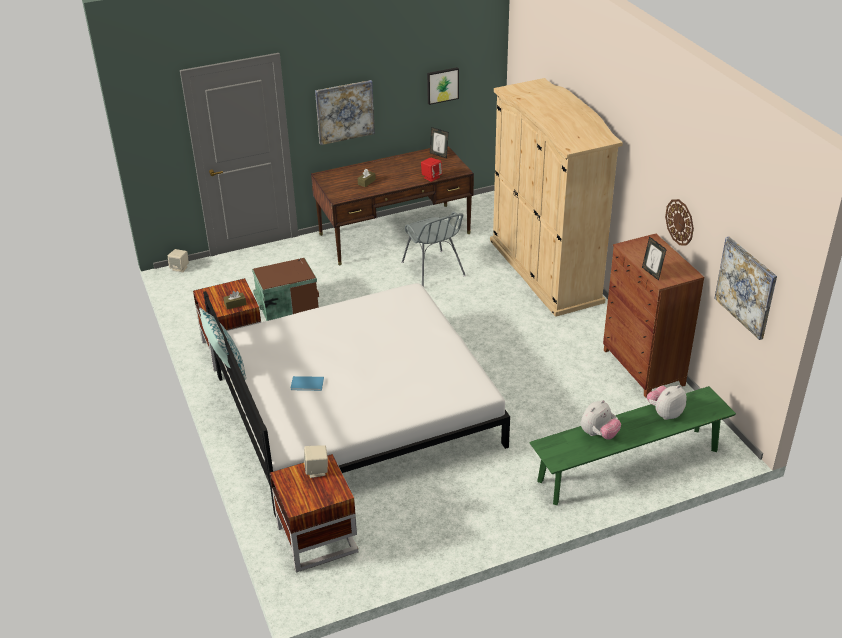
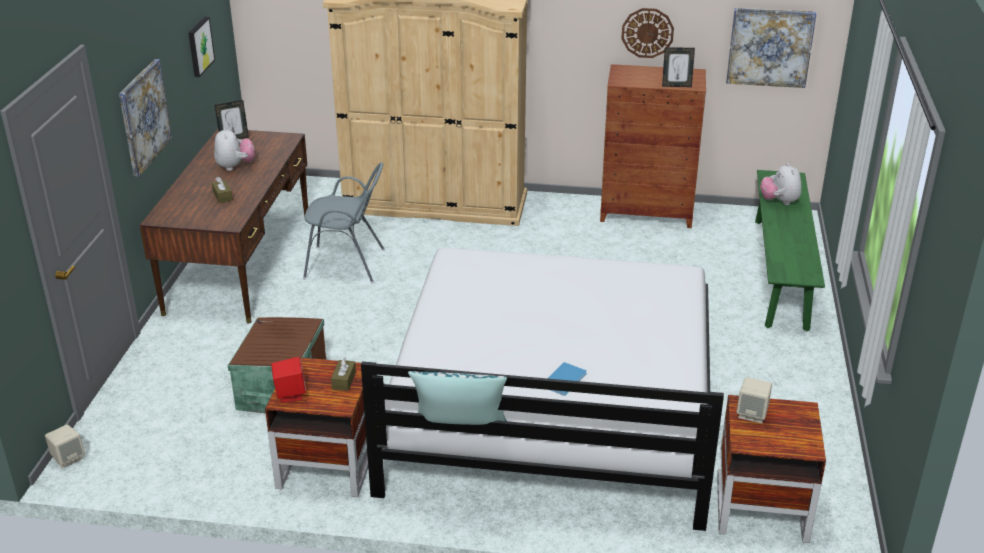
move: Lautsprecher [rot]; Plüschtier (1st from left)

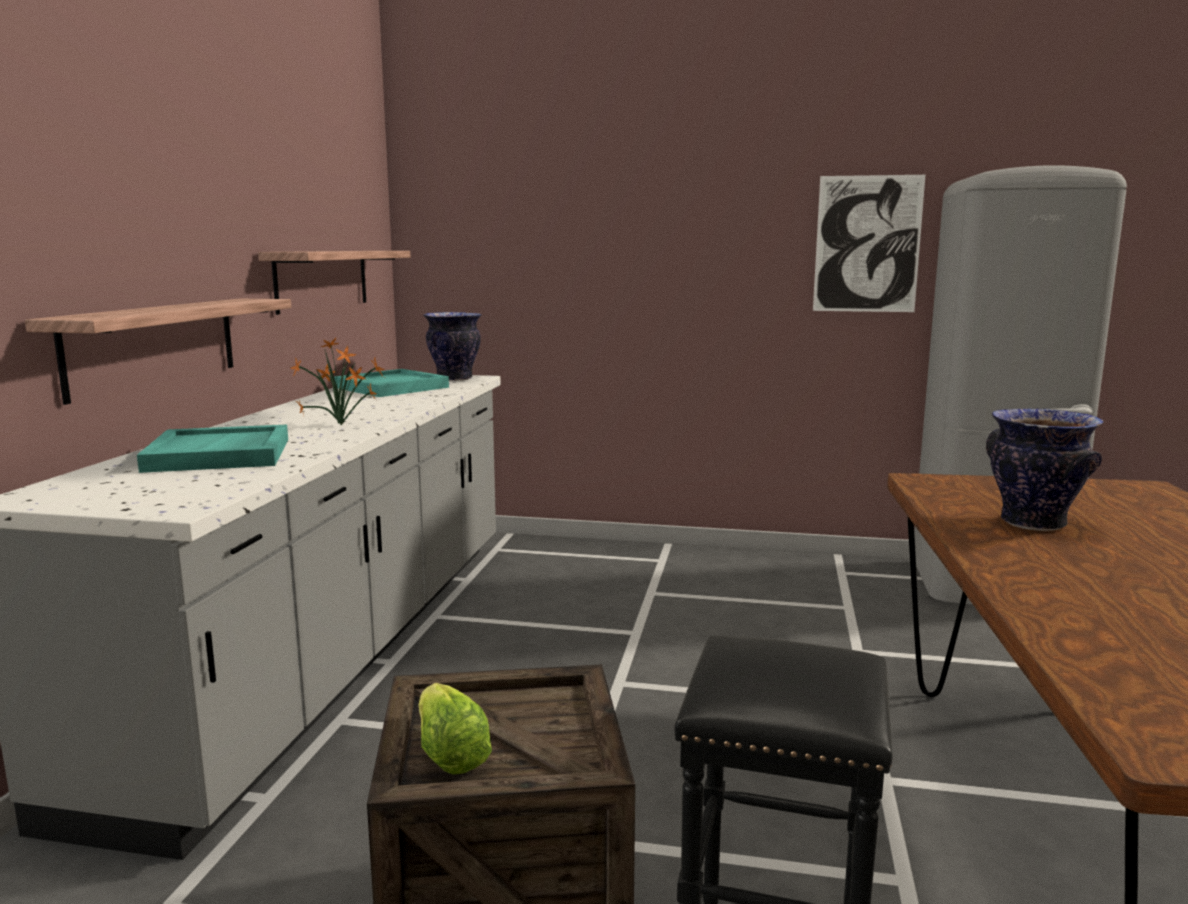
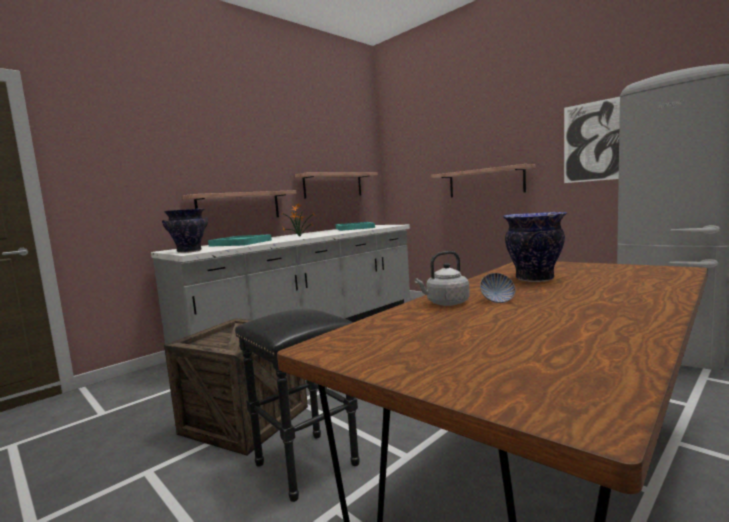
delete: Salatkopf
insert: Wasserkessel [grau]; Wandregal (3rd from left); Schüssel
move: Vase (1st from left)

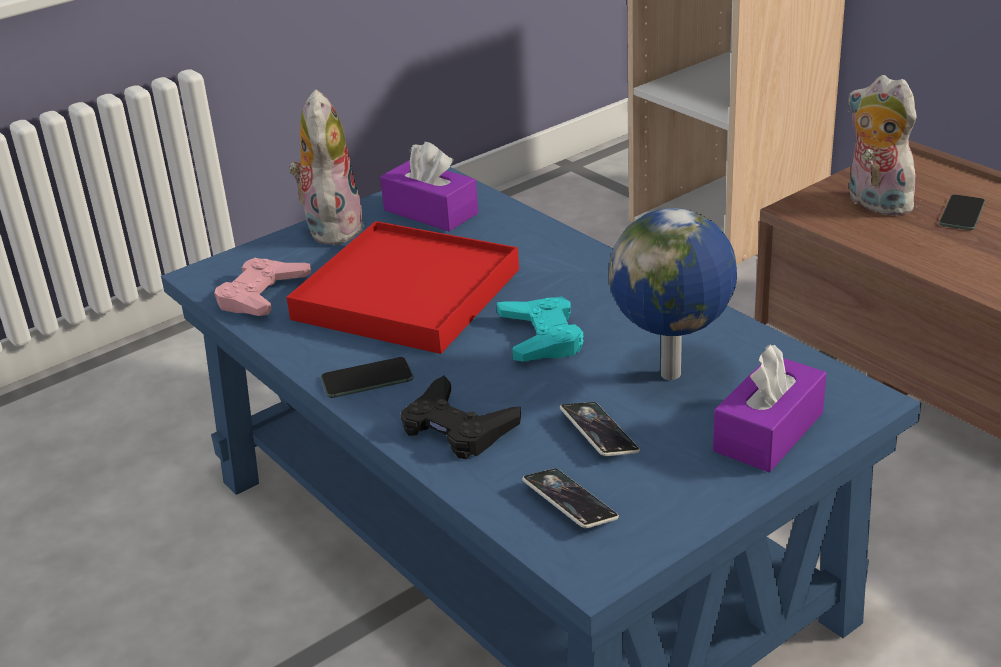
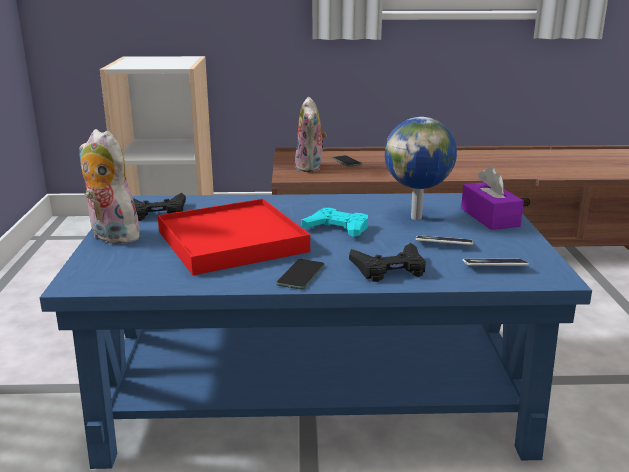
delete: Gamepad [rosa]
replace: Taschentuchbox [lila] (1st from left) to Gamepad [schwarz] (1st from left)
rotate: Plüschtier (2nd from left) 90 degrees counterclockwise

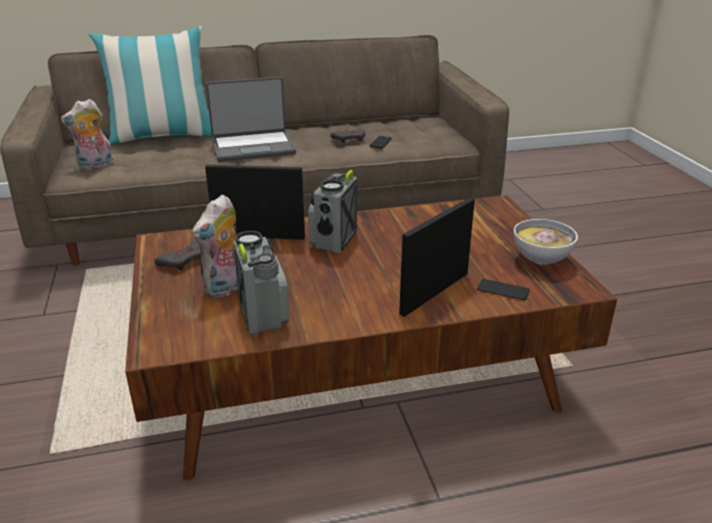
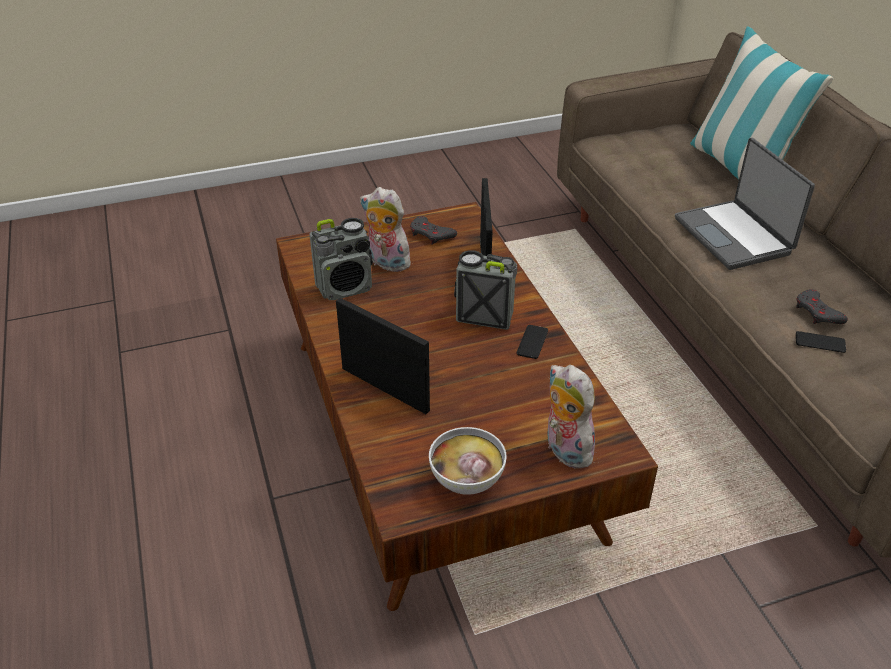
move: Plüschtier (1st from left in the first image) to Plüschtier (2nd from left); Handy (2nd from left in the first image) to Handy (1st from left)

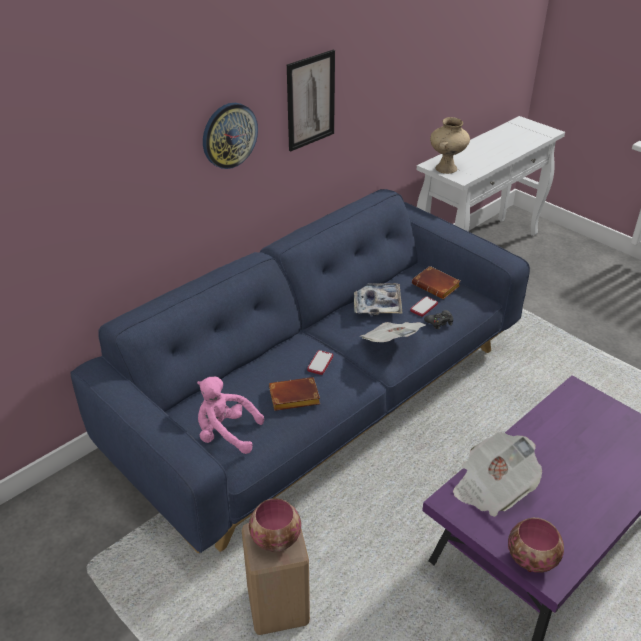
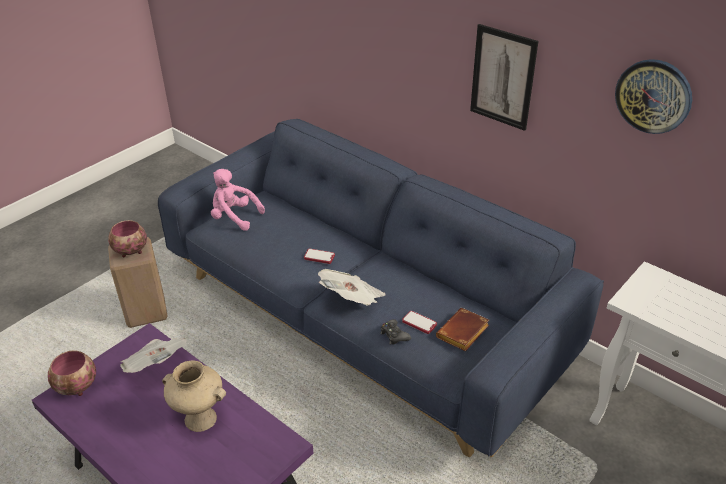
delete: Buch [braun] (1st from left); Tablett
move: Wanduhr; Vase [beige]
rotate: Plüschtier [rosa] 75 degrees counterclockwise

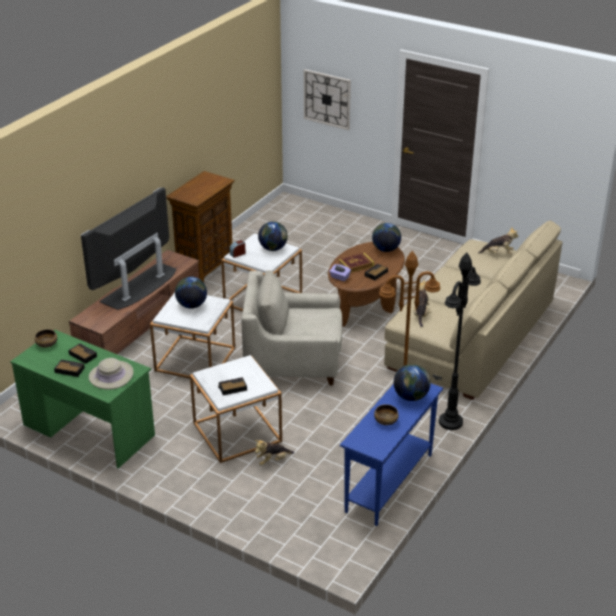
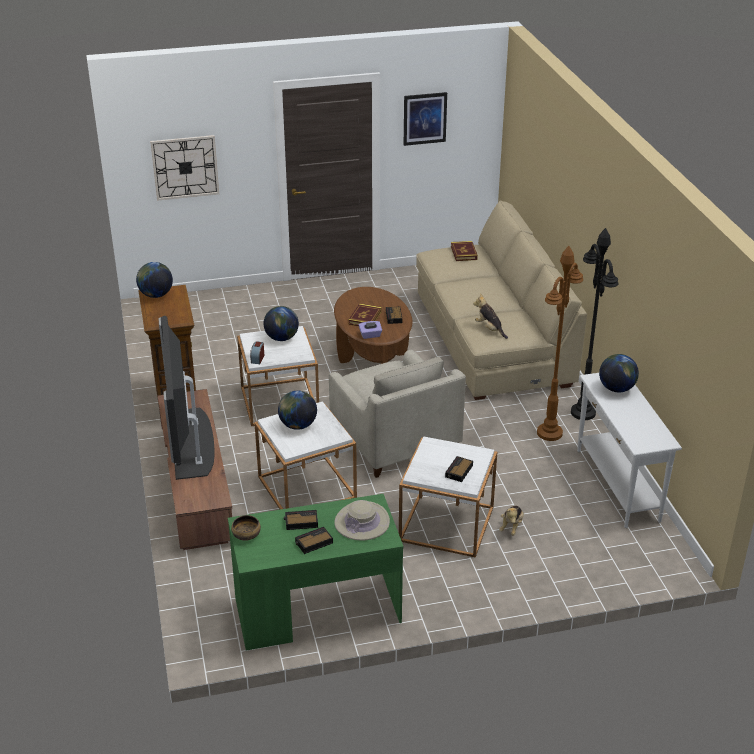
delete: Schüssel (2nd from left)
insert: Bild
move: Globus (3rd from left in the first image) to Globus (1st from left)
replace: Plüschtier (3rd from left) to Buch (2nd from left)
recolor: Konsolentisch [blau] to Konsolentisch [weiß]
rotate: Sessel [beige] 75 degrees counterclockwise

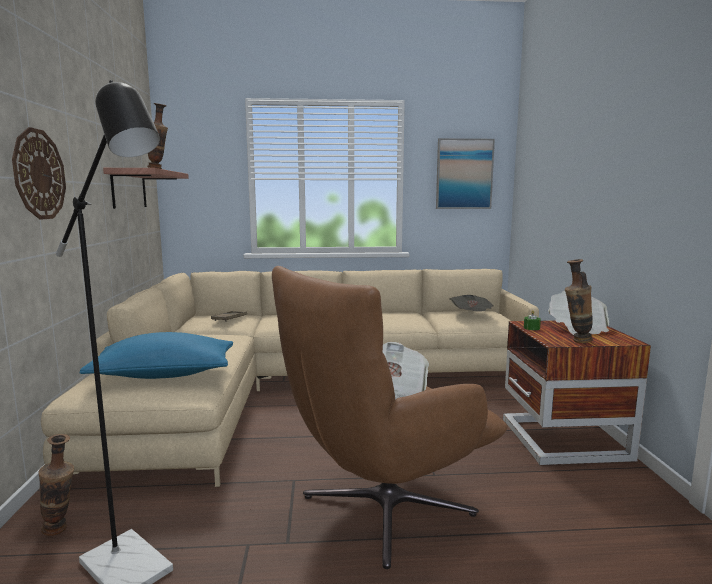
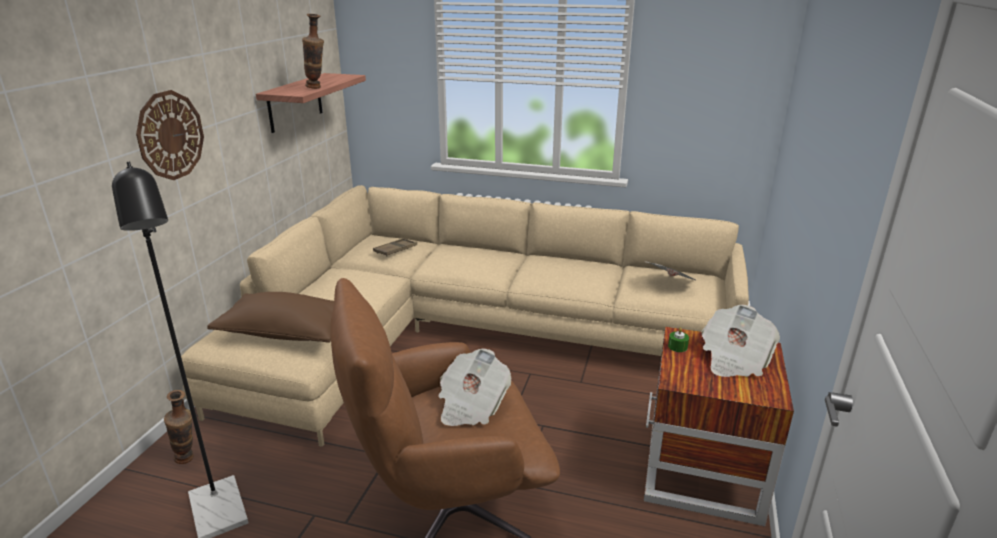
delete: Bild; Vase (3rd from left)
recolor: Kissen [blau] to Kissen [braun]

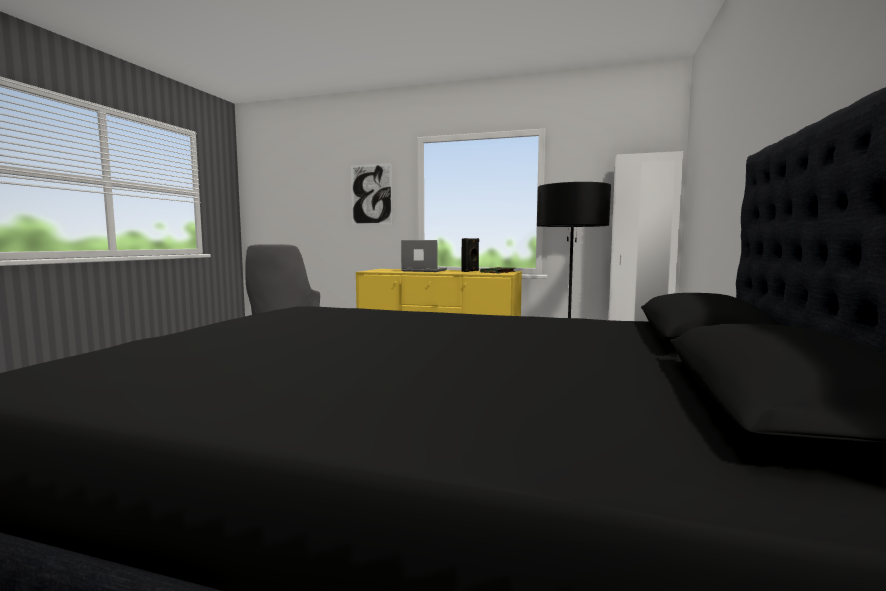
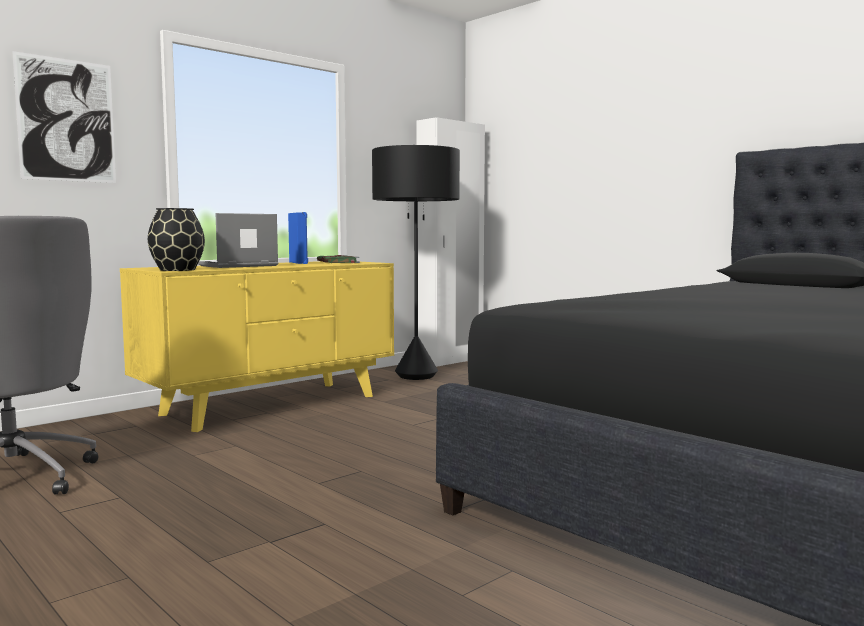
insert: Vase [schwarz]
recolor: Lautsprecher [schwarz] to Lautsprecher [blau]

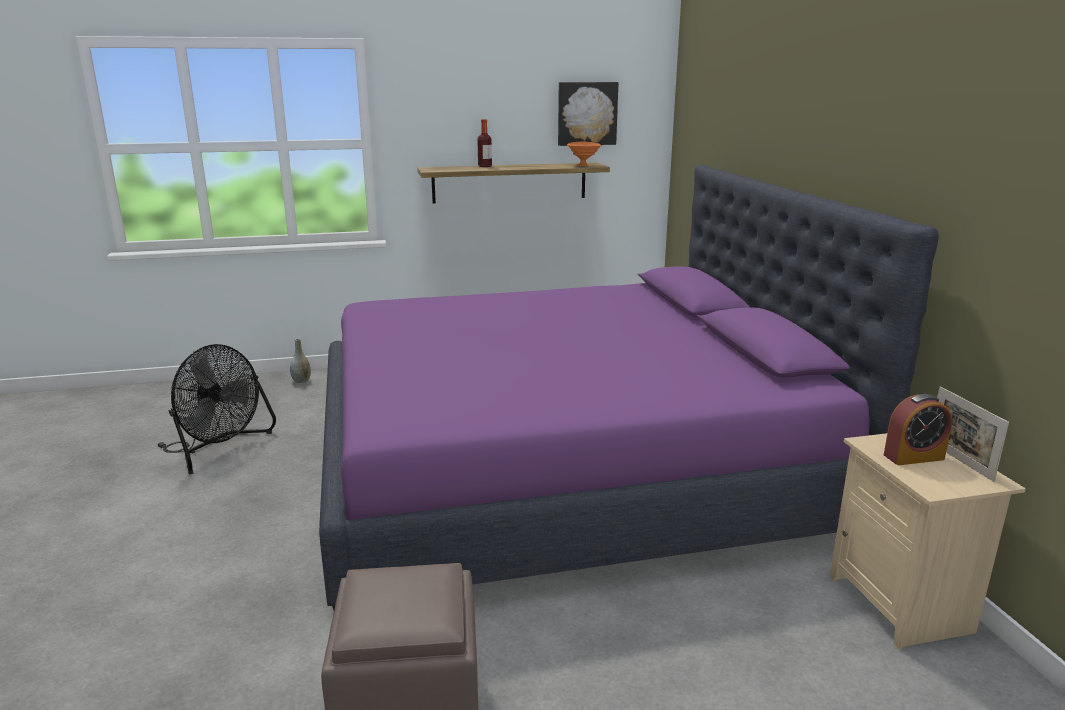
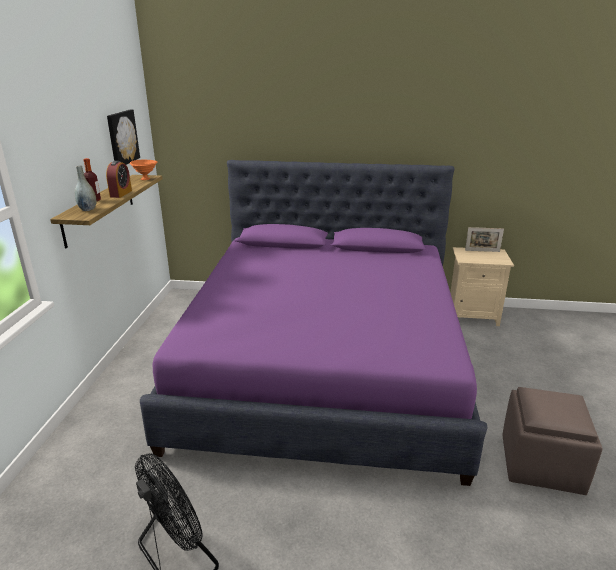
move: Vase [grau]; Wecker

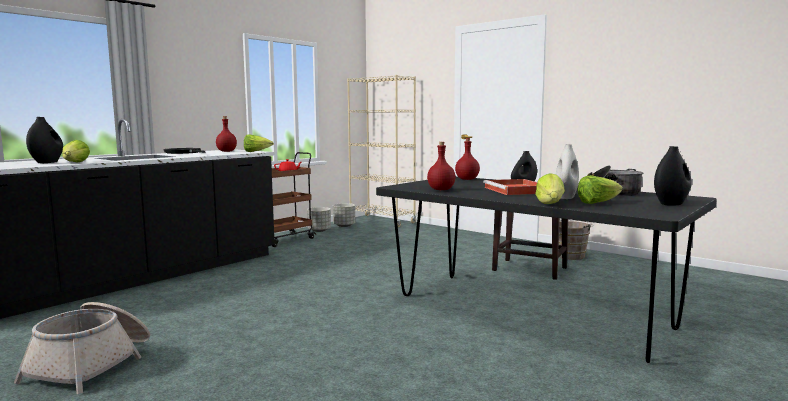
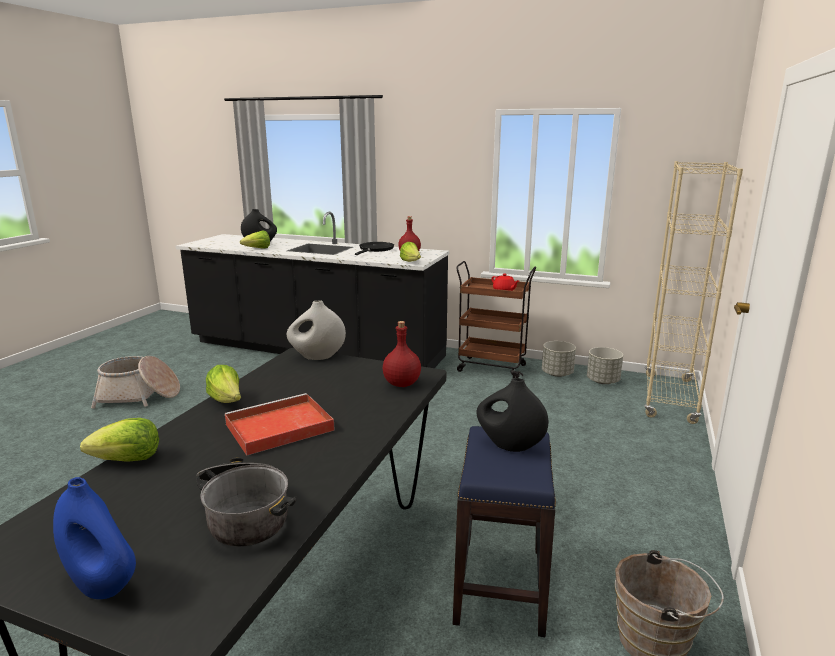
delete: Flasche [rot] (2nd from left)
move: Vase [weiß]; Salatkopf (4th from left in the first image) to Salatkopf (2nd from left)
recolor: Vase [schwarz] (3rd from left) to Vase [blau]

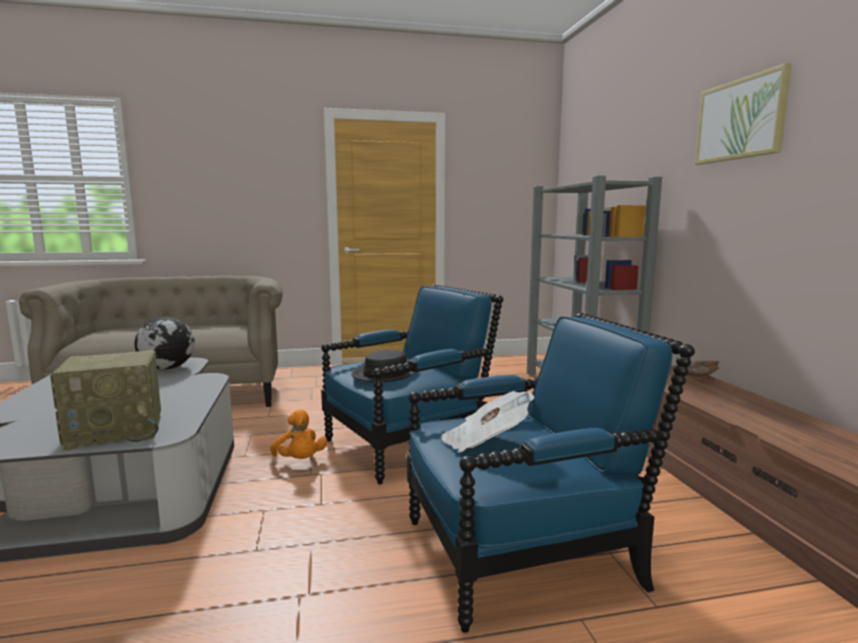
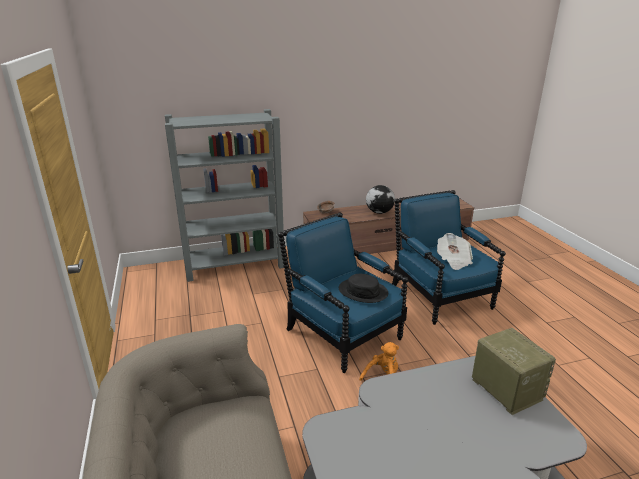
delete: Bild
move: Globus

